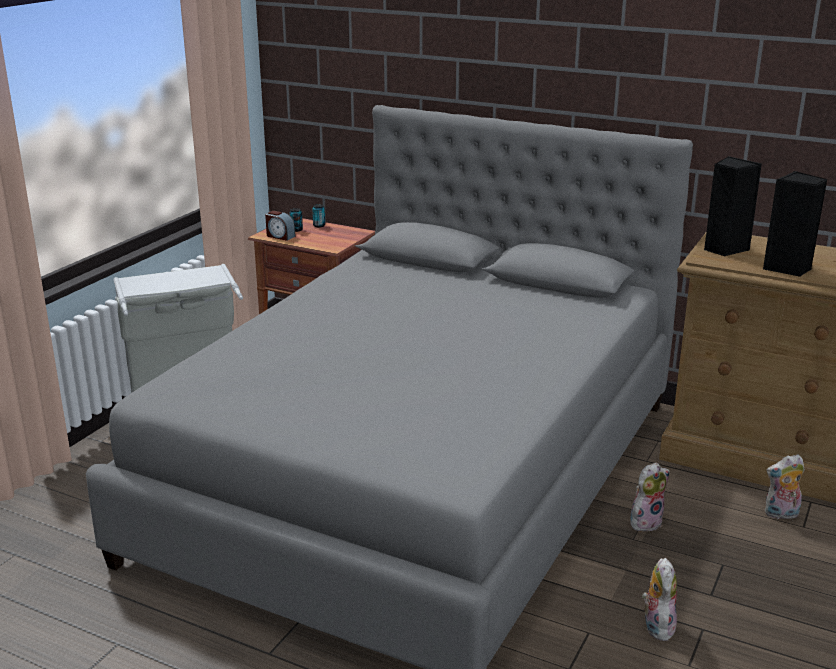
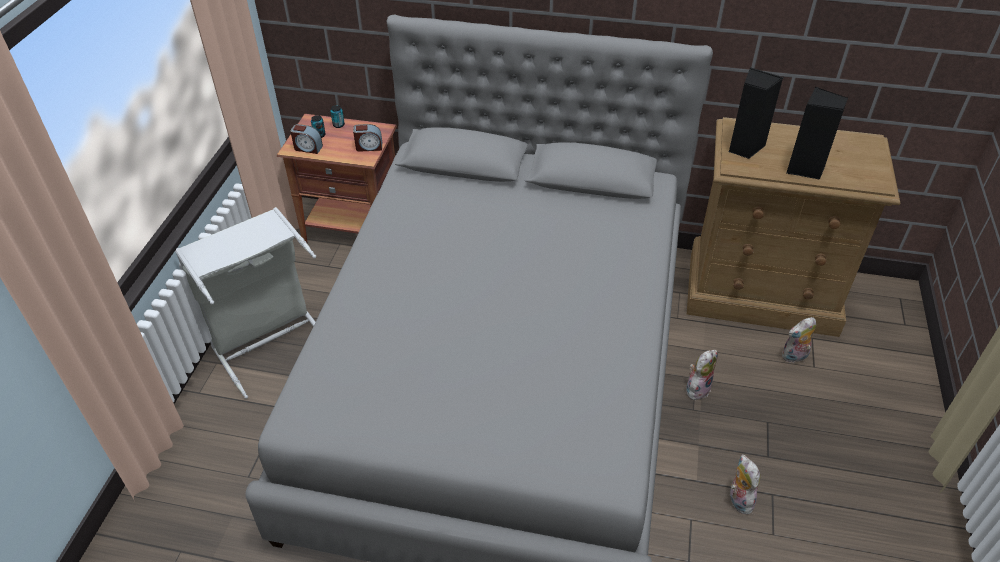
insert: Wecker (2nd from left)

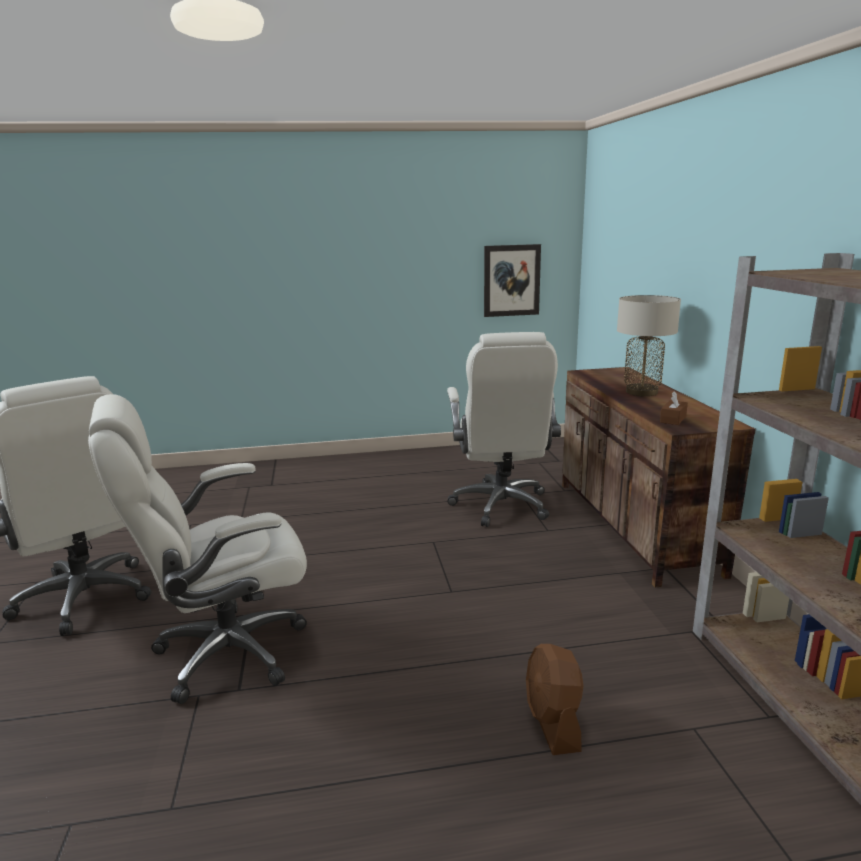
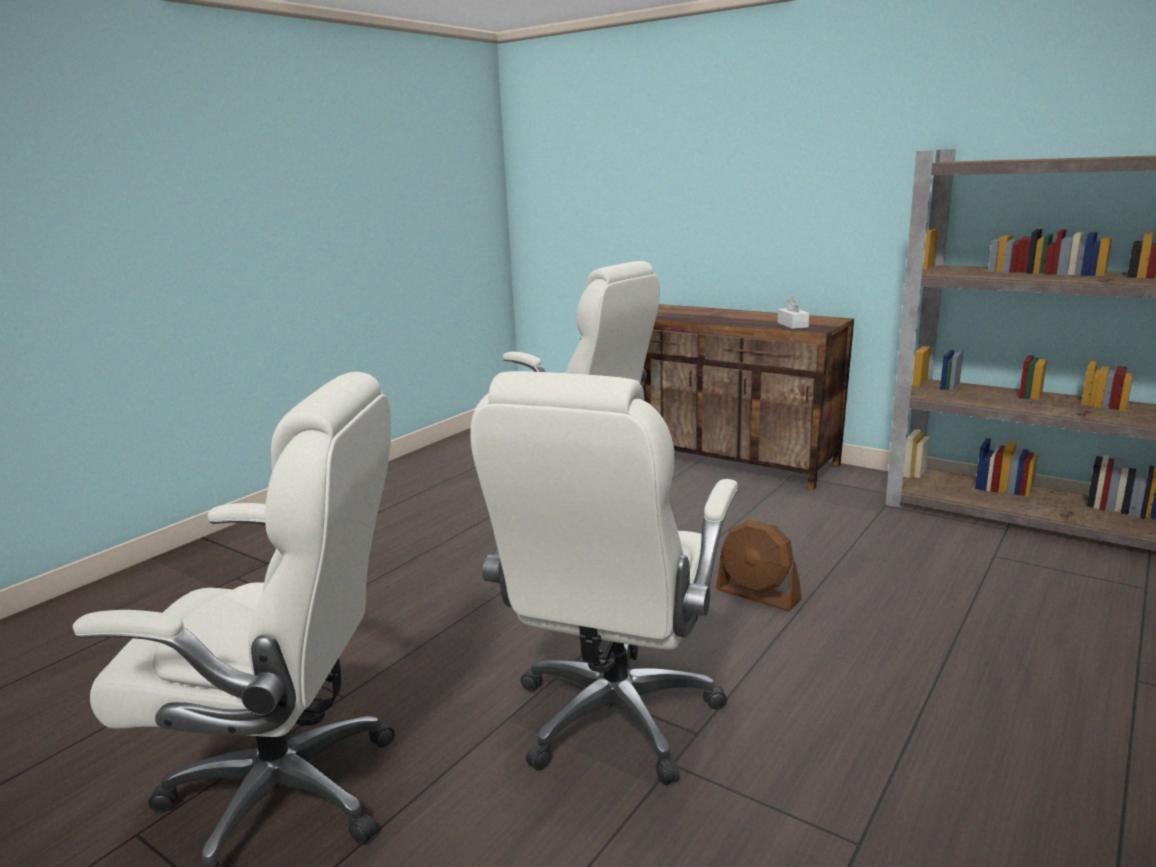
delete: Bild; Tischlampe
move: Ventilator [braun]
recolor: Taschentuchbox [braun] to Taschentuchbox [weiß]

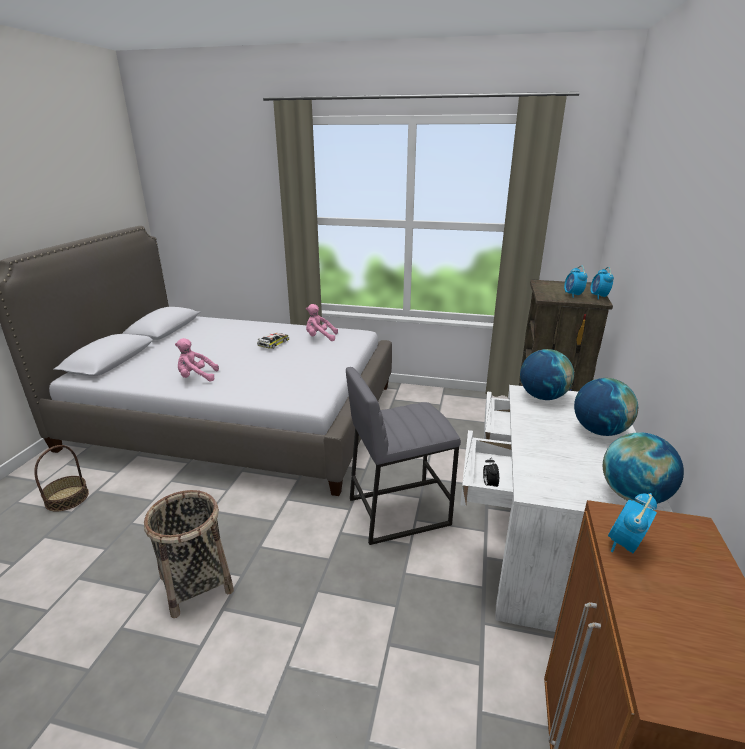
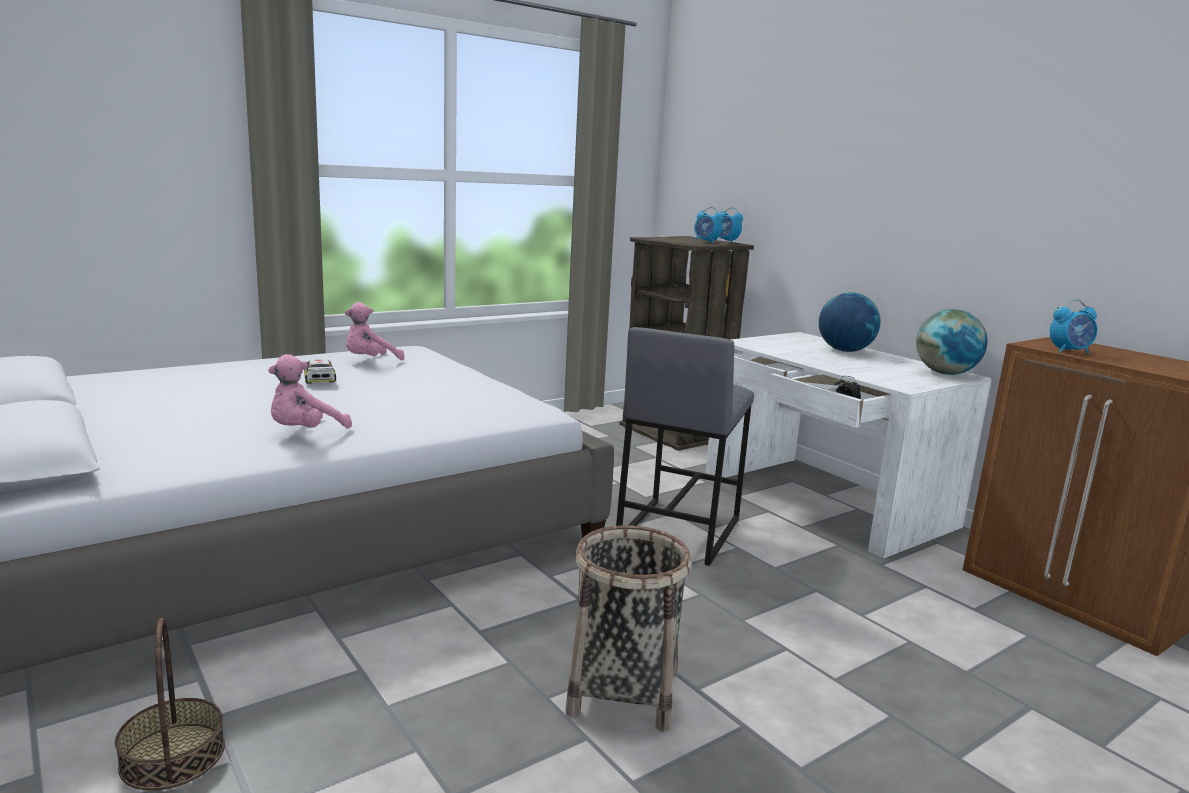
delete: Globus (1st from left)
rotate: Wecker (4th from left) 90 degrees counterclockwise

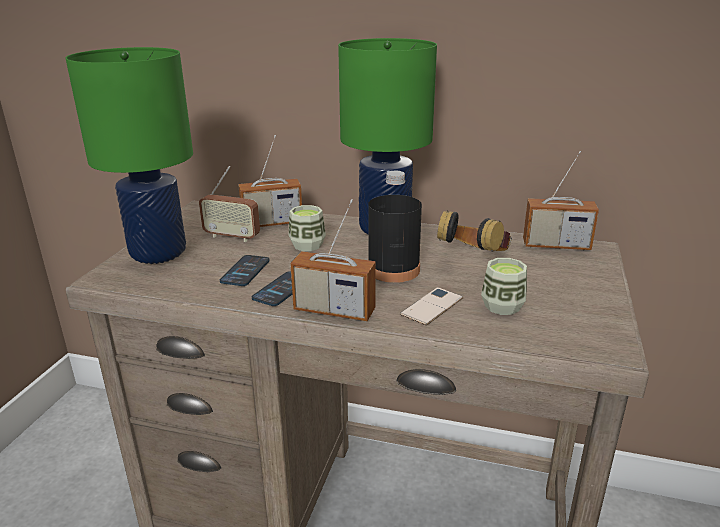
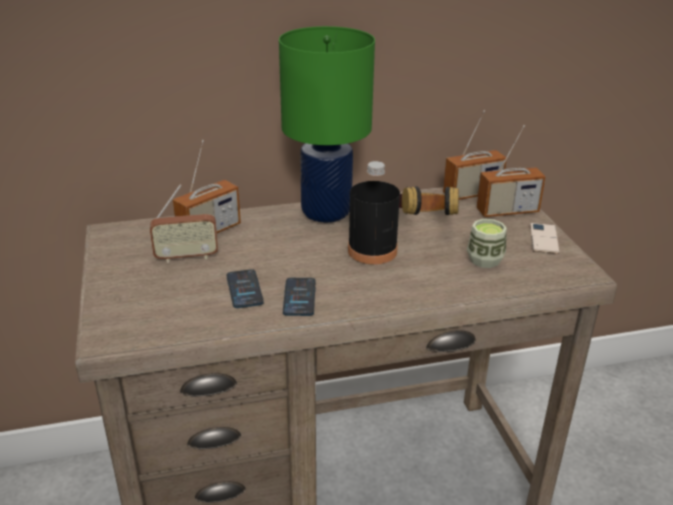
delete: Tischlampe [grün] (1st from left); Tasse (1st from left)
move: Radio (3rd from left in the first image) to Radio (4th from left); Handy (3rd from left)

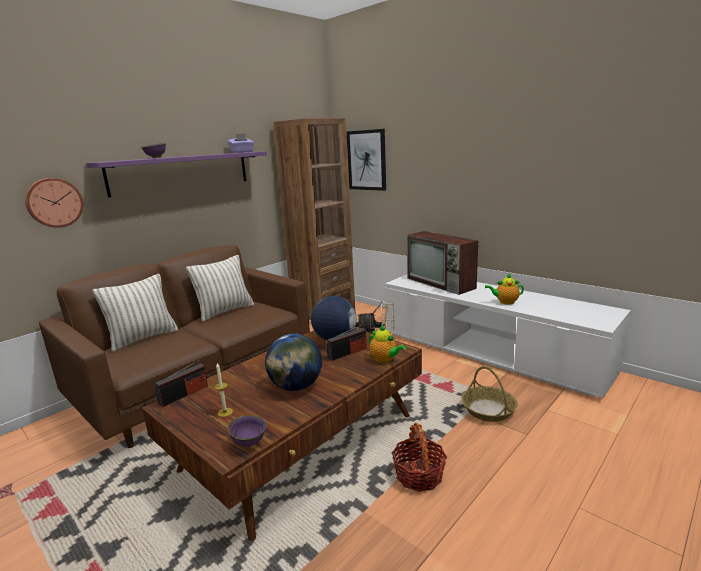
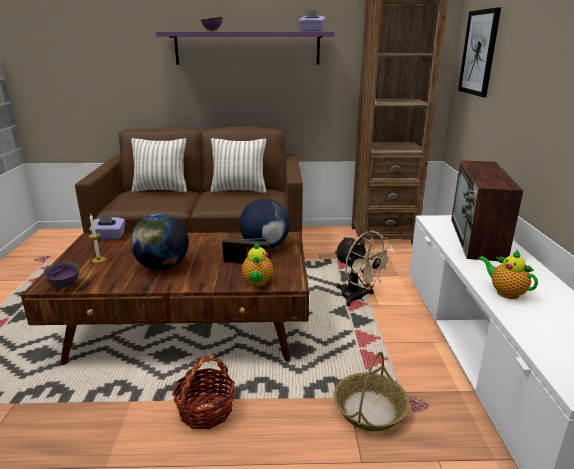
delete: Wanduhr
replace: Radio (1st from left) to Taschentuchbox [lila] (1st from left)

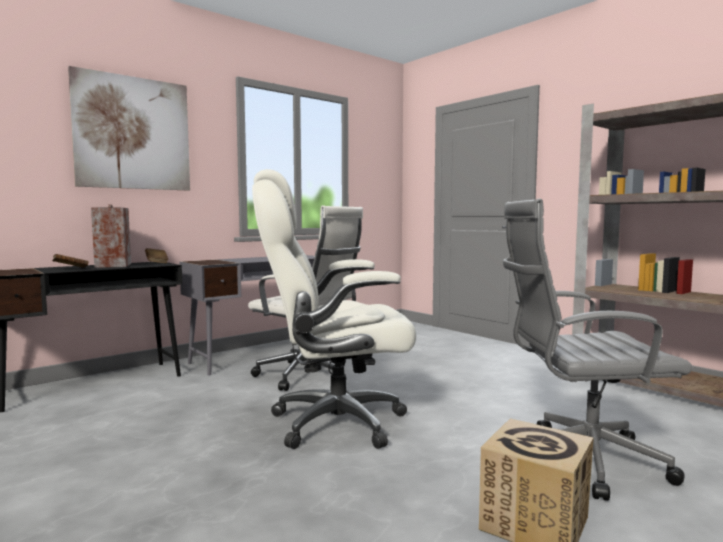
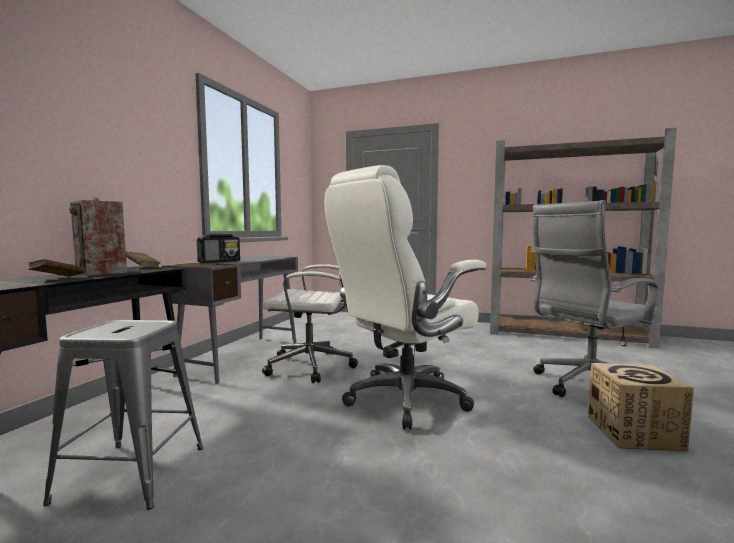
delete: Bild
insert: Hocker [grau]; Radio

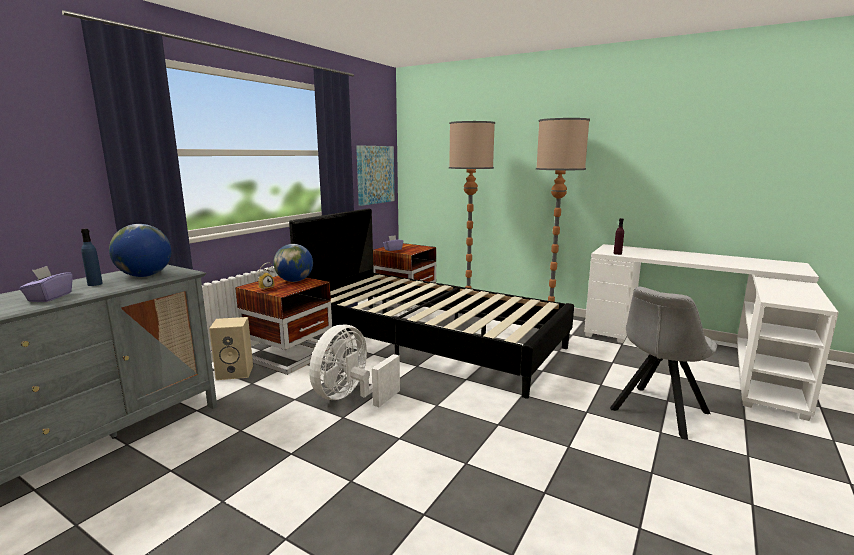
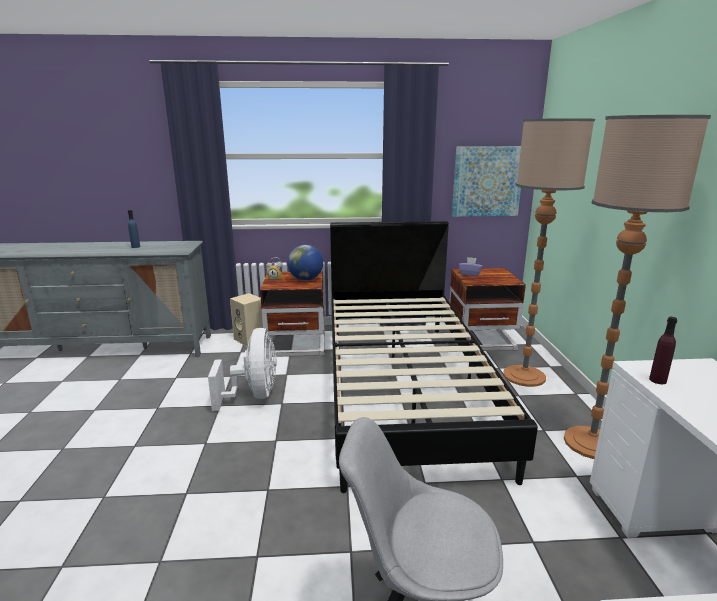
delete: Taschentuchbox [lila] (1st from left); Globus (1st from left)
rotate: Ventilator [weiß] 90 degrees clockwise

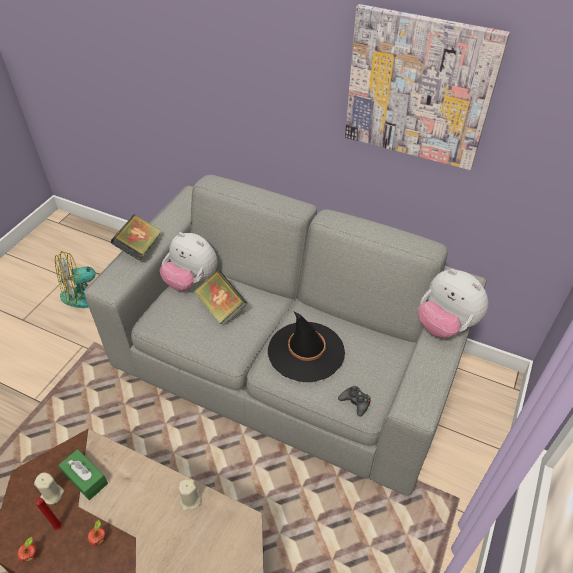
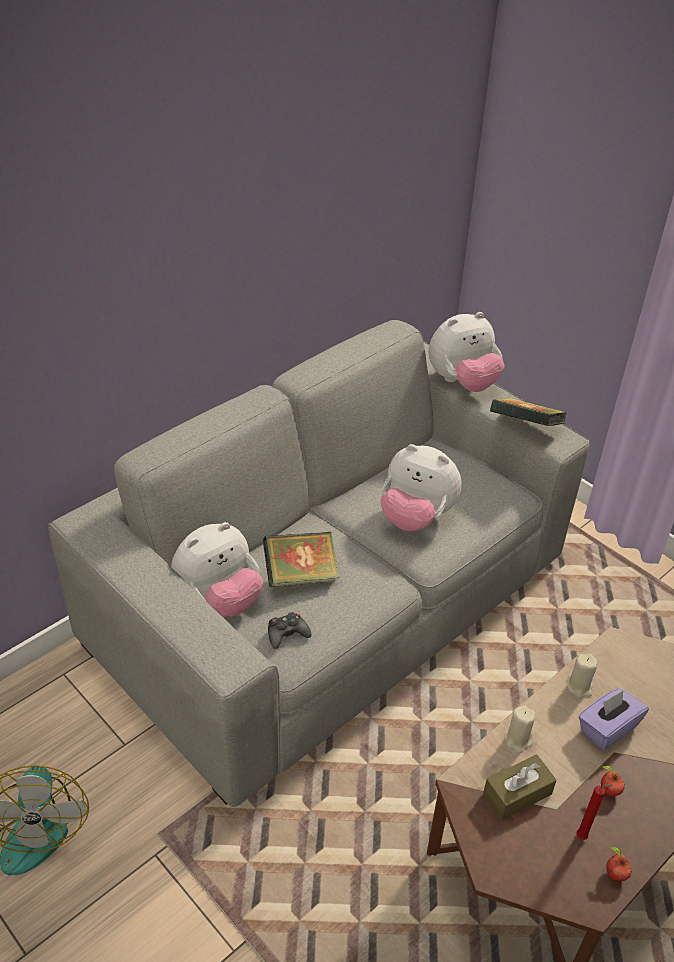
delete: Bild
insert: Taschentuchbox [lila]
move: Kerze [beige] (1st from left); Buch (1st from left in the first image) to Buch (2nd from left); Gamepad [schwarz]
replace: Hut [schwarz] to Plüschtier (2nd from left)
recolor: Taschentuchbox [grün] to Taschentuchbox [braun]

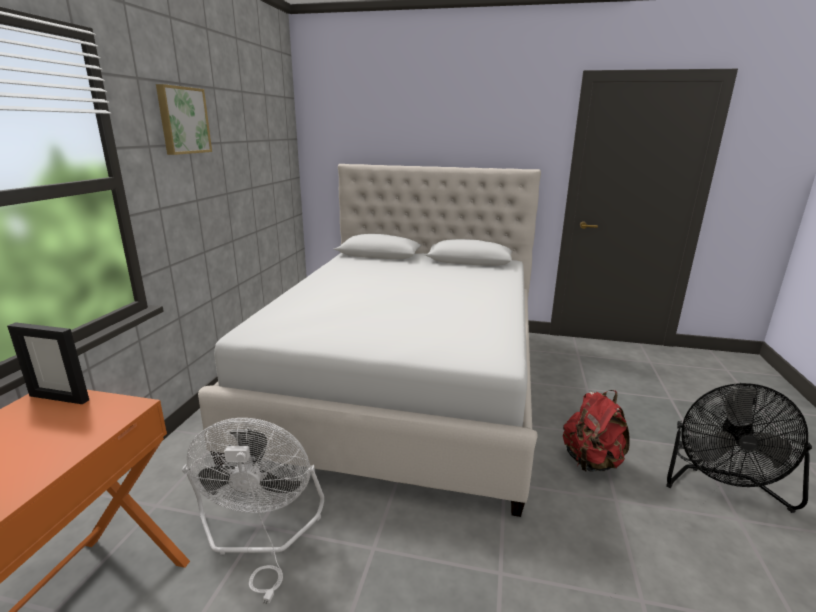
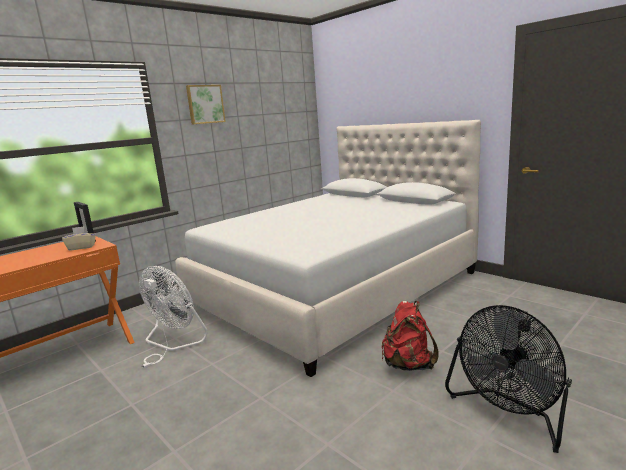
insert: Taschentuchbox [beige]

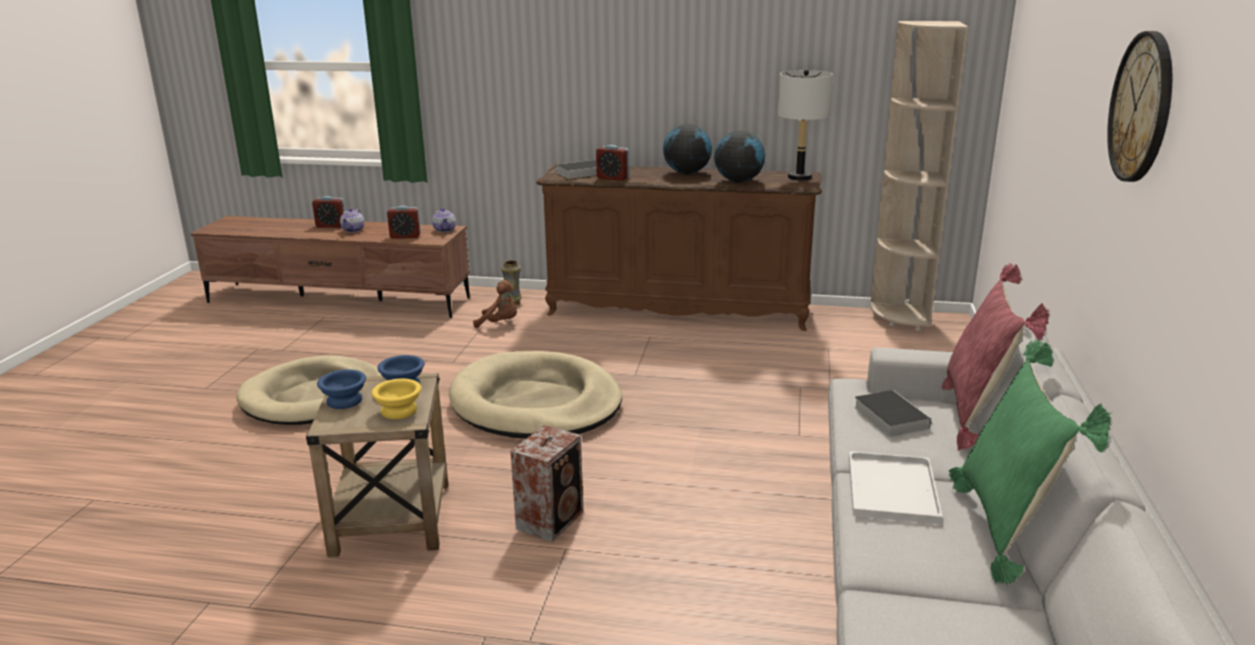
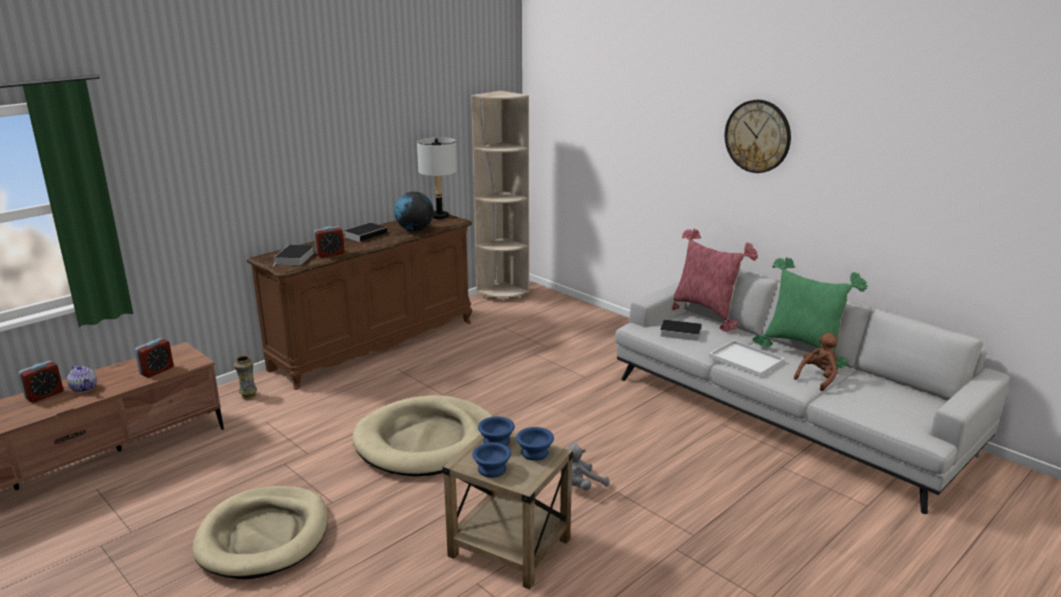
delete: Teekanne (2nd from left)
move: Plüschtier [braun]
replace: Lautsprecher to Plüschtier [grau]; Globus (1st from left) to Buch (2nd from left)
recolor: Schüssel [gelb] to Schüssel [blau] (3rd from left)

